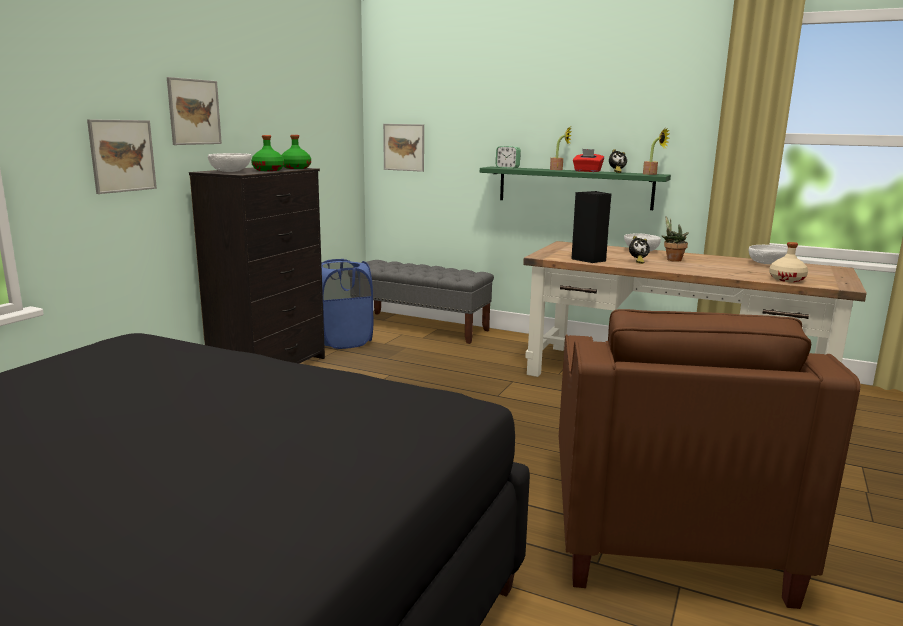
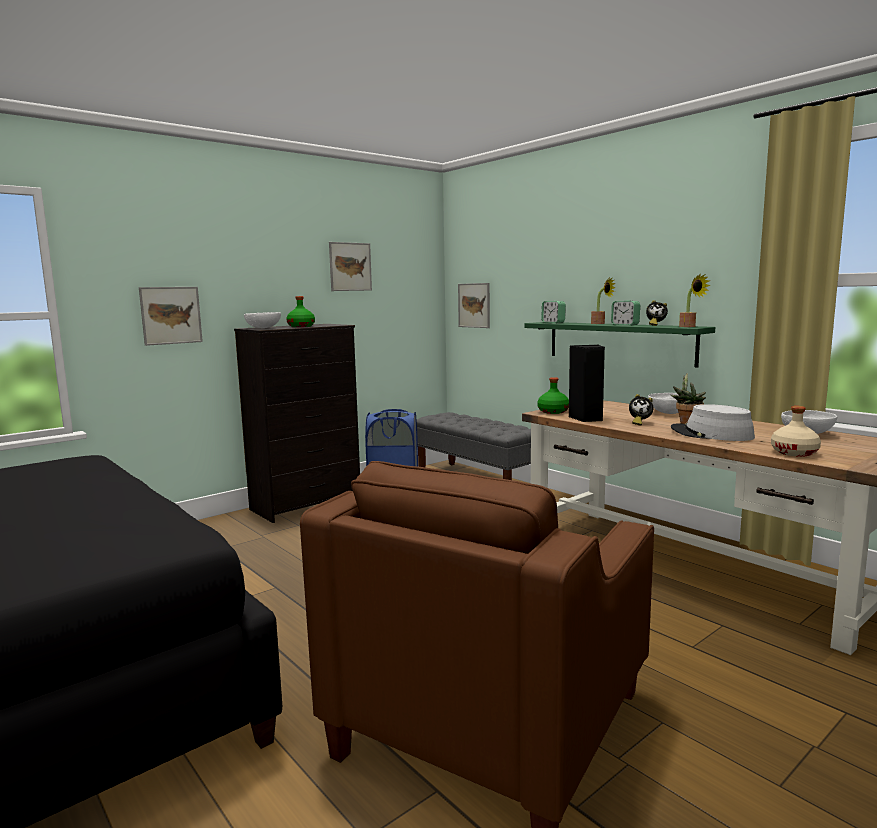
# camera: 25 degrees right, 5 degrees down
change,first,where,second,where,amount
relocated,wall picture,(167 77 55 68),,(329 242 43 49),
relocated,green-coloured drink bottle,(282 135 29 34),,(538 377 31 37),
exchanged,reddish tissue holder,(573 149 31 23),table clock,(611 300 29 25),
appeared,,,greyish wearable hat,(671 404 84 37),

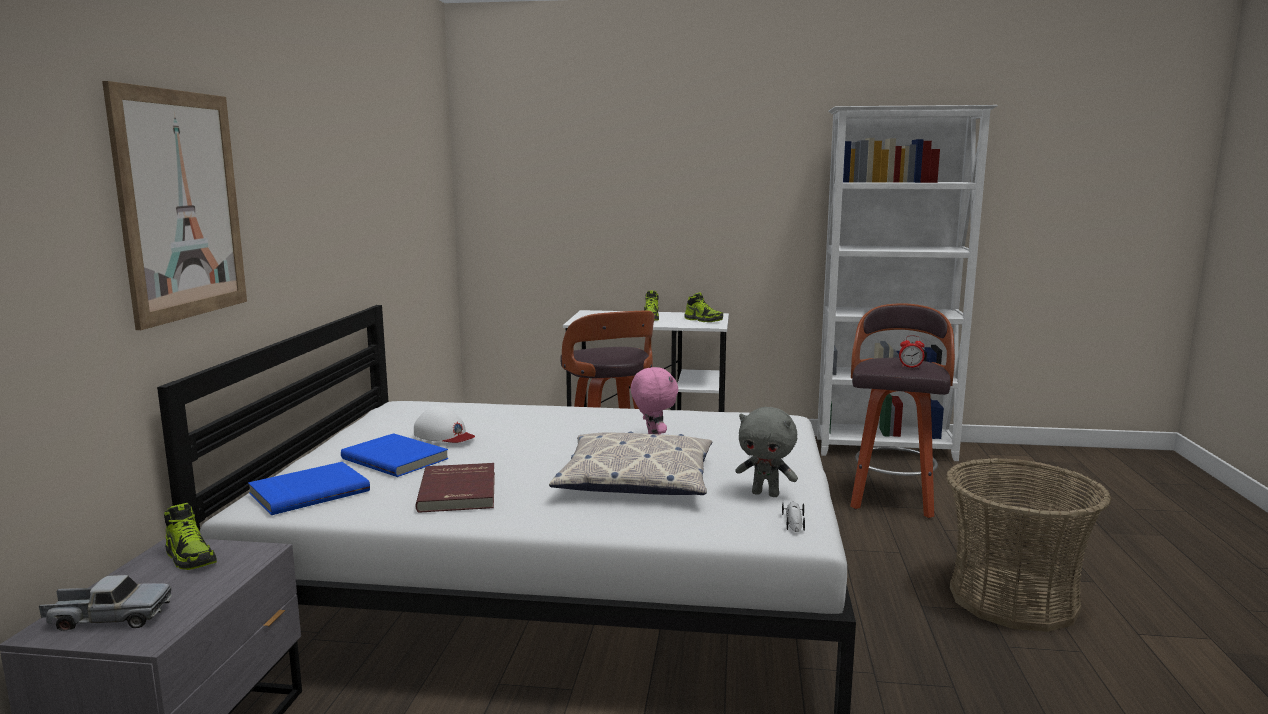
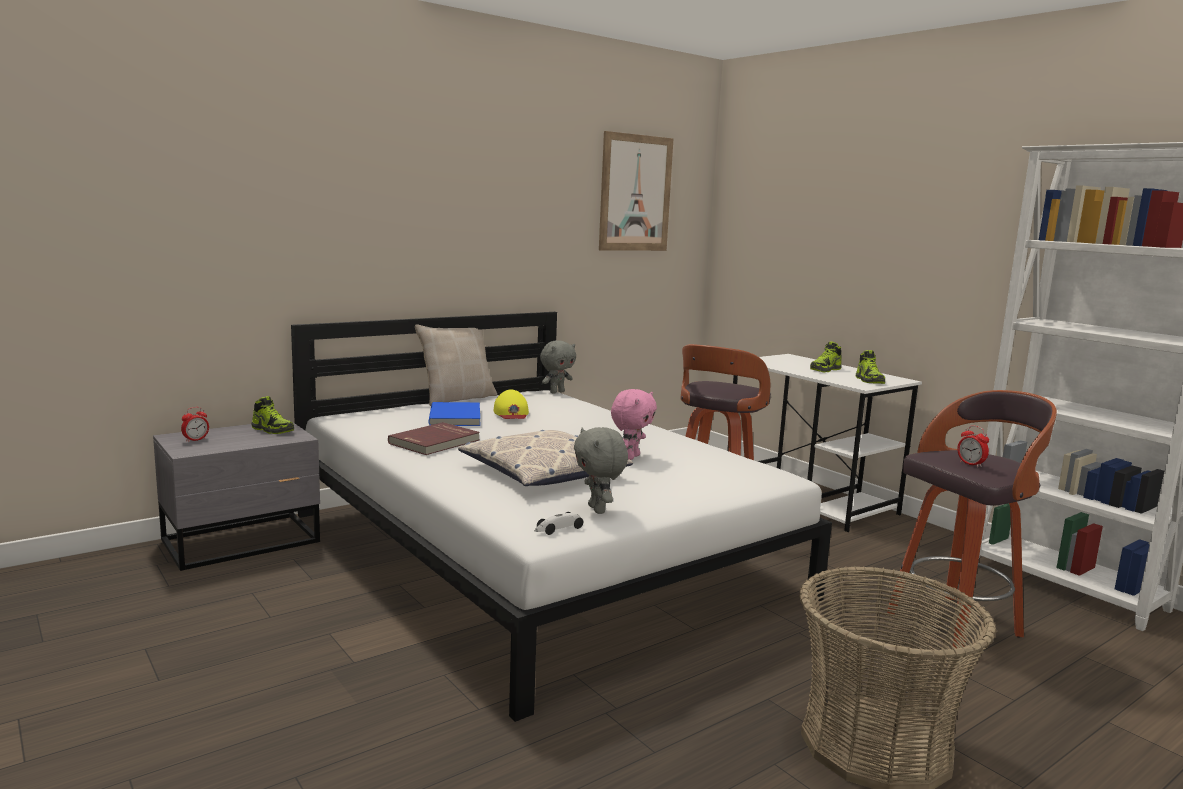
# camera: 45 degrees right, 0 degrees up
change,first,where,second,where,amount
exchanged,toy lorry,(39 575 133 56),table clock,(181 407 28 35),
spun,item of footwear,(164 503 53 67),,(251 396 43 38),60 degrees counterclockwise
appeared,,,beige pillow,(415 324 82 82),
colour,whitish peaked cap,(414 406 61 37),yellow peaked cap,(494 389 35 30),
appeared,,,greyish plush toy,(540 340 36 54),
relocated,wall picture,(102 81 145 249),,(599 131 74 120),
missing,blue bound book,(248 462 122 53),,,

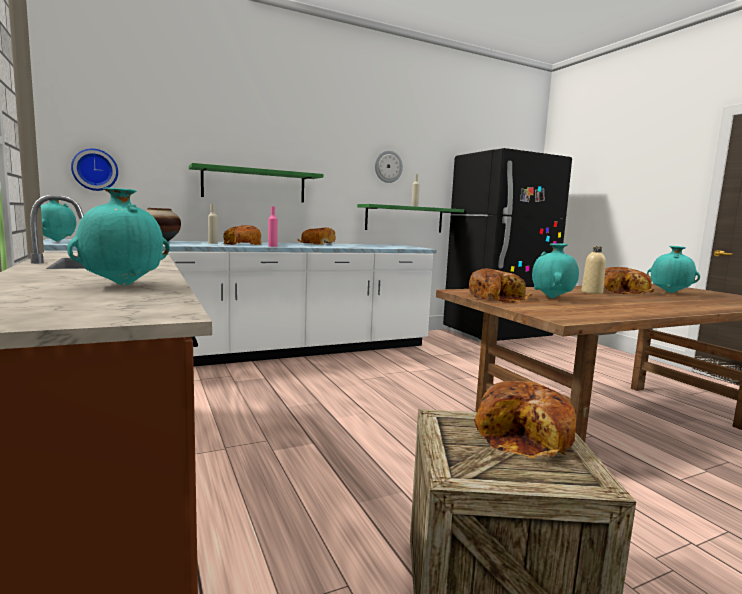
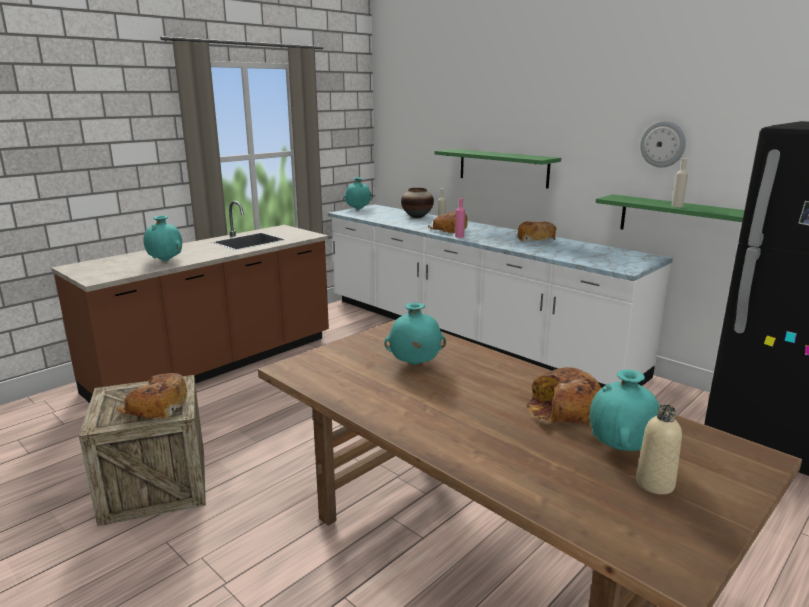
# camera: 70 degrees right, 10 degrees up
change,first,where,second,where,amount
relocated,beige drink bottle,(581 246 25 48),,(636 404 46 91),
missing,clock on the wall,(71 148 47 43),,,
missing,baked bread,(469 269 63 34),,,

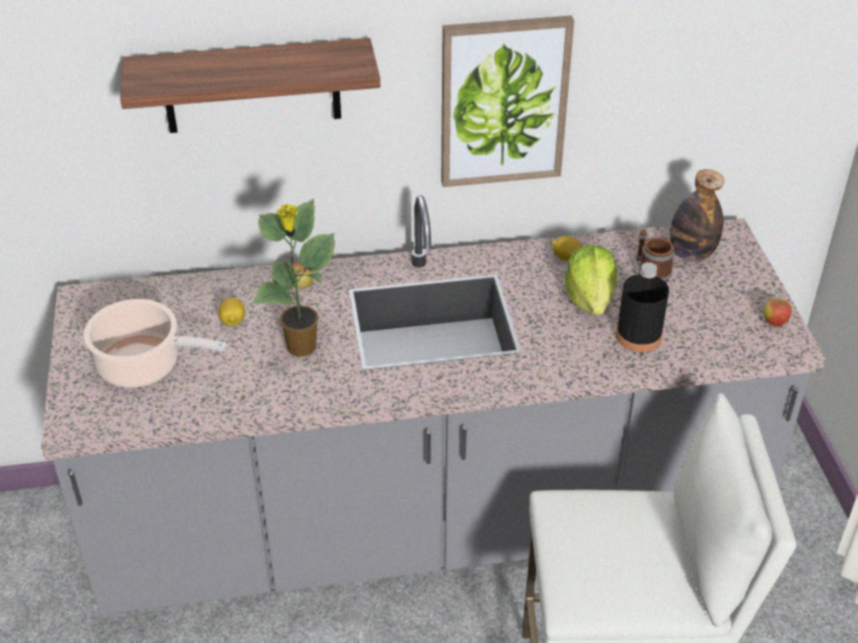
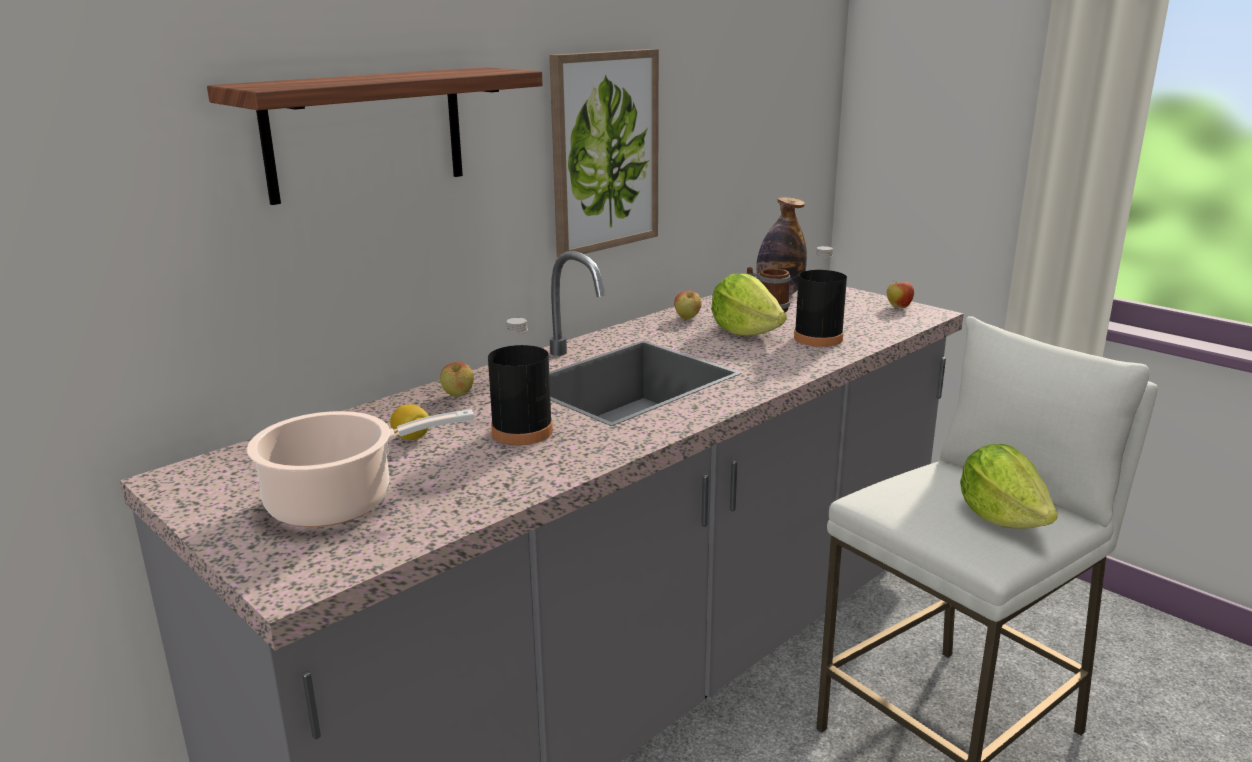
# camera: 35 degrees left, 20 degrees down
change,first,where,second,where,amount
exchanged,potted plant,(252 198 83 159),blackish drink bottle,(488 318 65 127),
exchanged,whole lemon,(552 236 31 25),apple,(674 291 28 28),
appeared,,,lettuce head,(960 444 98 85),

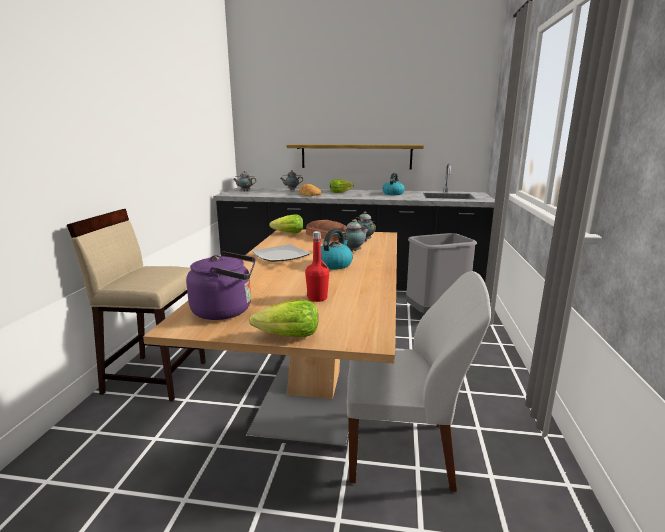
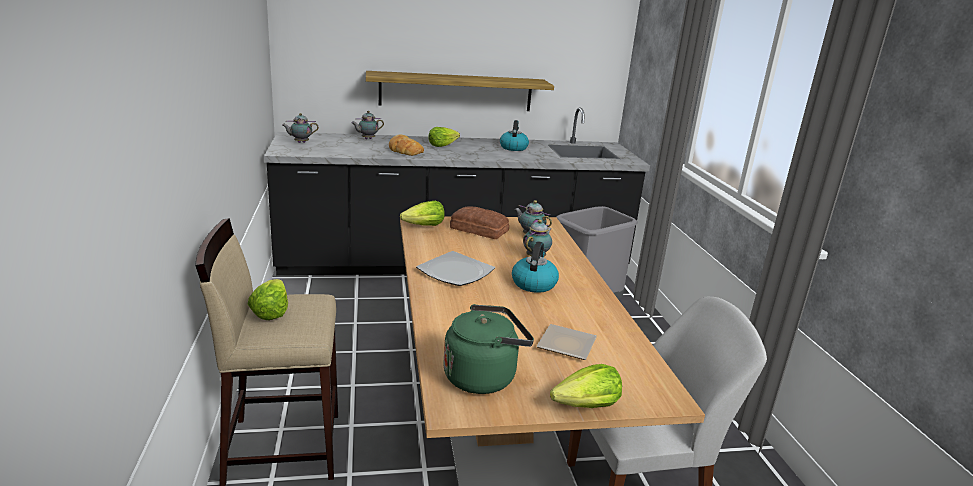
# camera: 20 degrees left, 5 degrees up
change,first,where,second,where,amount
appeared,,,lettuce head,(248 279 40 41),
colour,purple-coloured water kettle,(186 251 70 69),green-coloured water kettle,(443 304 91 90),
exchanged,reddish drink bottle,(305 231 24 71),dinner plate,(537 324 60 36),

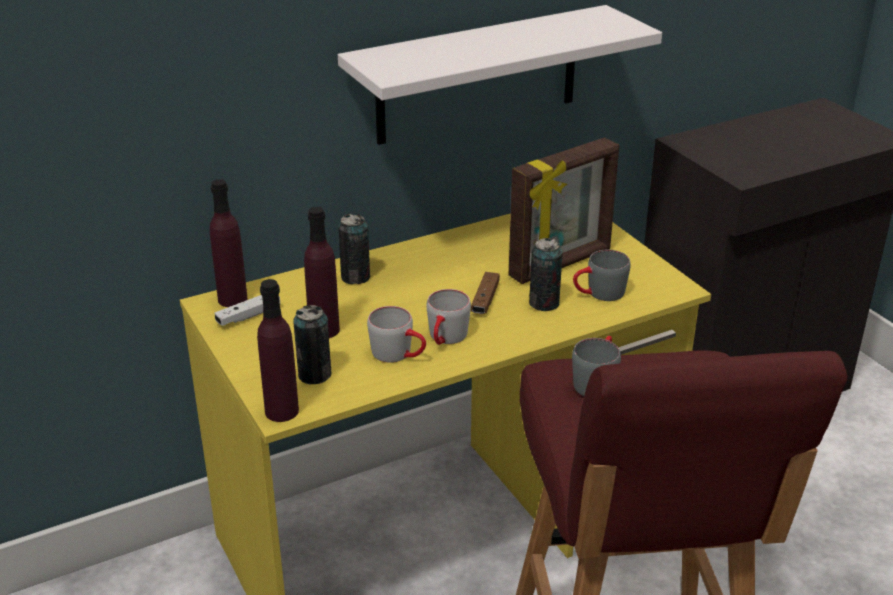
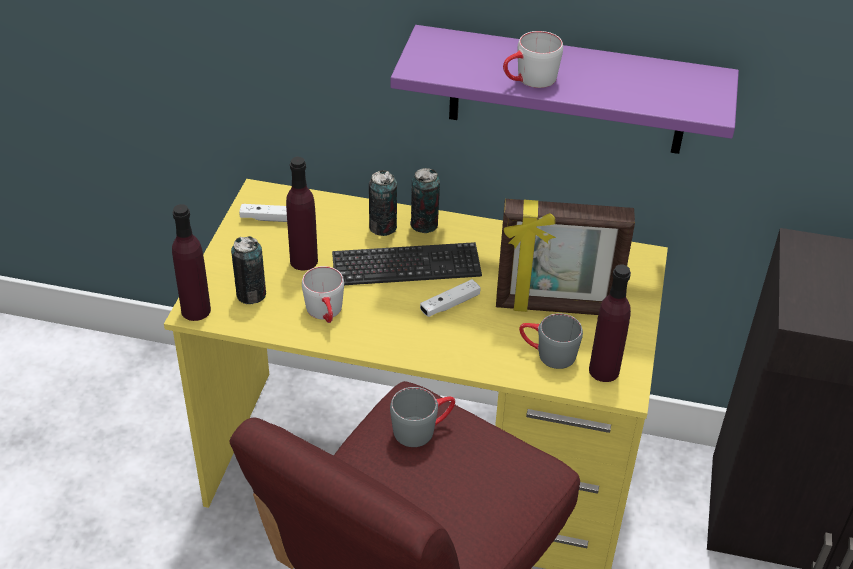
# camera: 40 degrees right, 10 degrees up
change,first,where,second,where,amount
appeared,,,keyboard,(332 242 150 43),
colour,whitish shelf,(338 5 324 140),purple-coloured shelf,(391 25 348 129),
relocated,metal can,(529 238 34 73),,(410 168 30 65),
colour,brownish joypad,(471 272 29 42),whitish joypad,(420 279 61 38),
relocated,greyish coffee mug,(426 289 45 56),,(503 31 60 57),
relocated,purple-coloured drink bottle,(210 179 37 128),,(589 264 42 118),

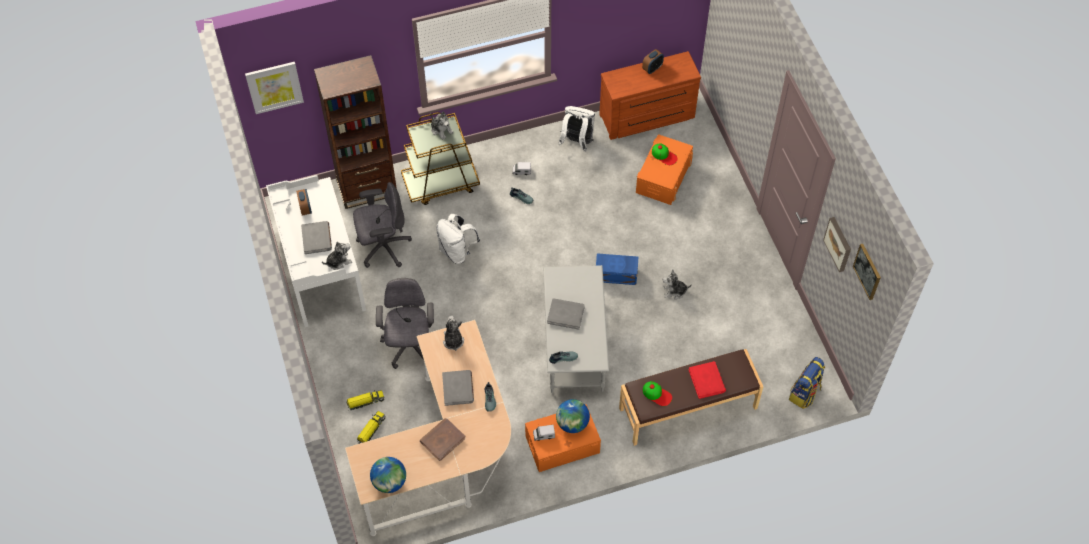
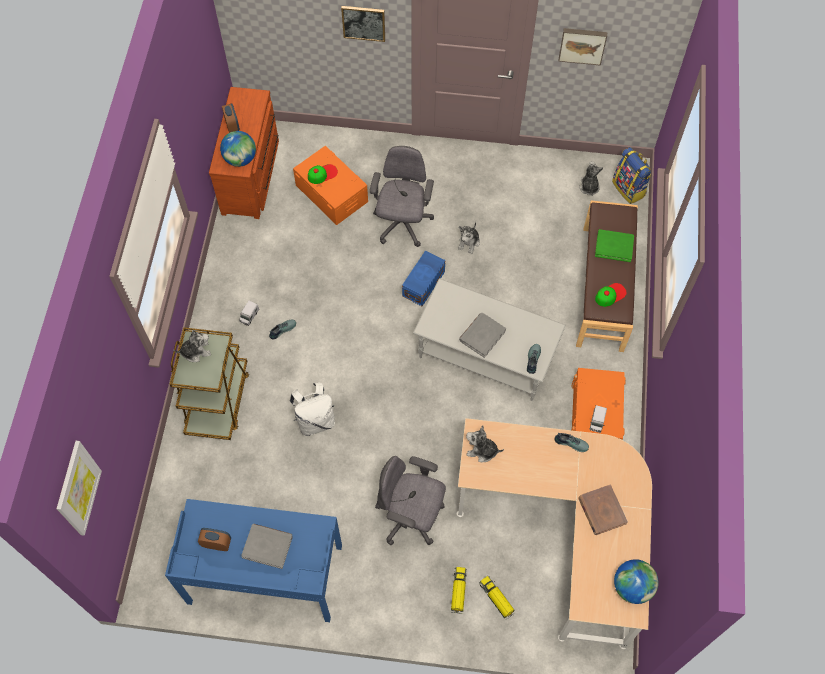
# camera: 65 degrees left, 5 degrees up
change,first,where,second,where,amount
colour,whitish desk unit,(266 175 100 152),blue desk unit,(165 499 177 123),
relocated,globe,(556 399 34 34),,(220 131 36 36),
relocated,wall picture,(853 244 28 56),,(341 6 44 36),
relocated,greyish office chair,(353 182 59 86),,(370 146 64 101),
relocated,plush toy,(322 241 30 29),,(579 161 24 35),
colour,reddish bound book,(689 361 37 38),green-coloured bound book,(595 229 39 33),
missing,brownish shelving unit,(314 55 83 154),,,
missing,greyish bound book,(442 370 32 36),,,
missing,whitish backpack,(558 106 37 46),,,

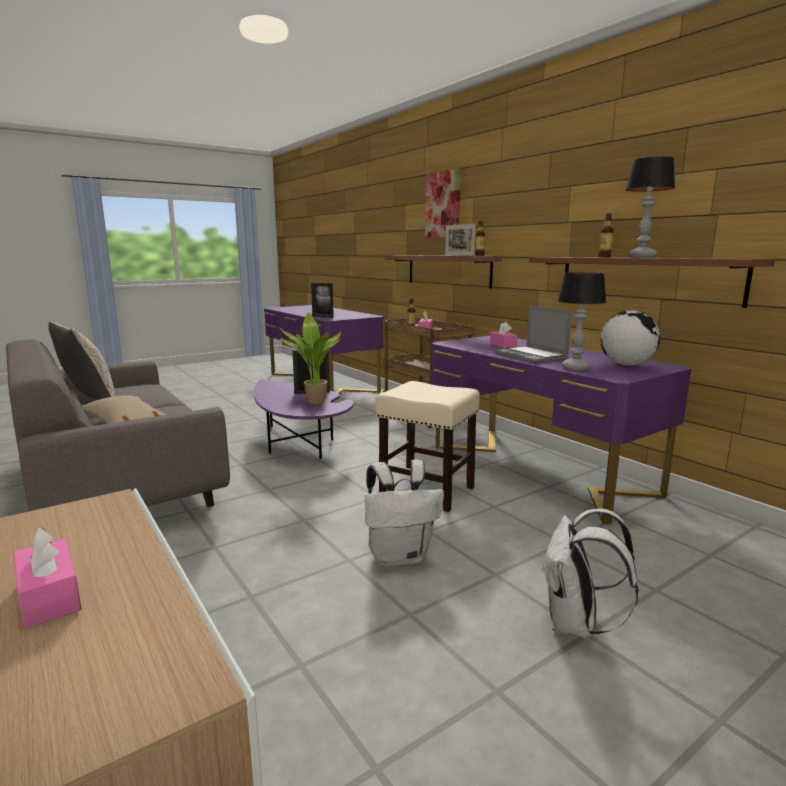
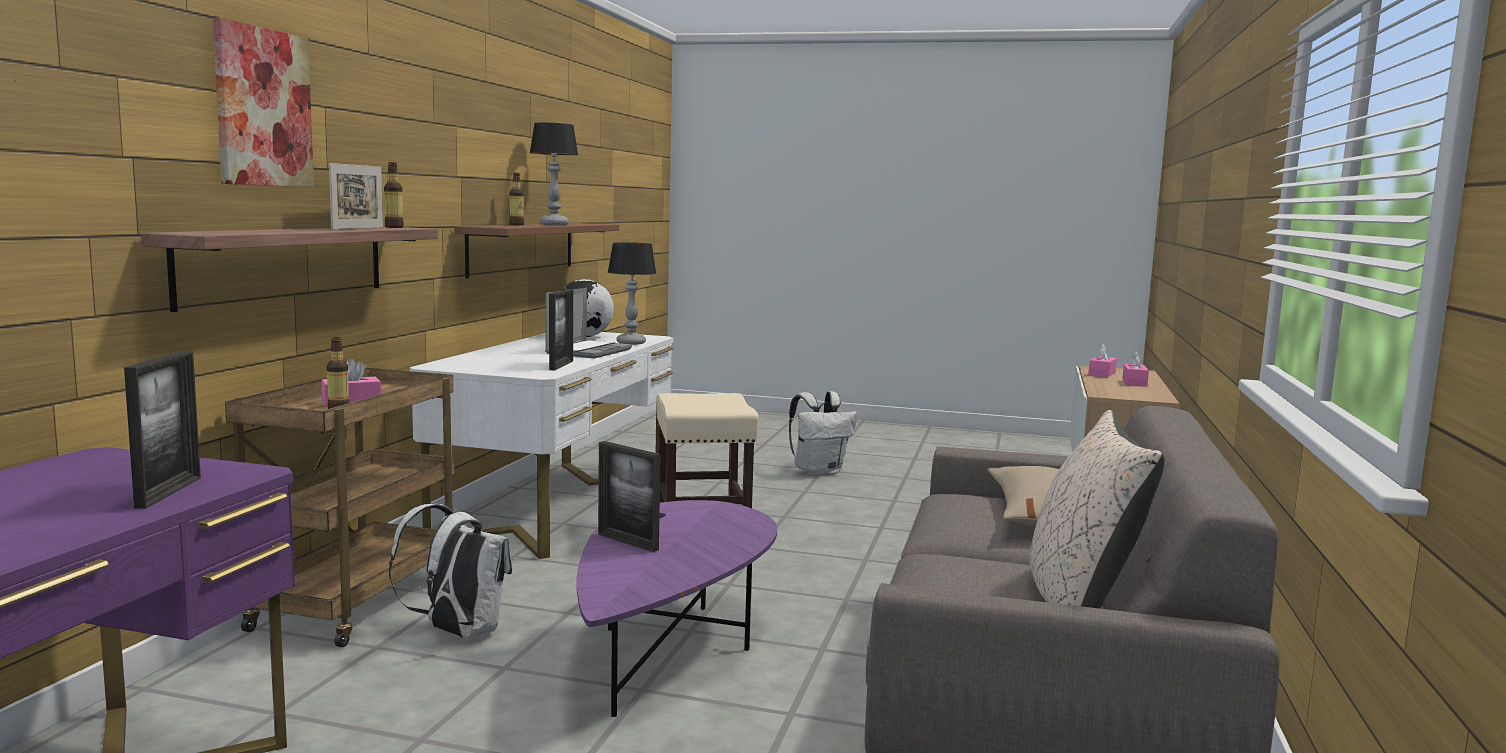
# camera: 130 degrees left, 5 degrees down
change,first,where,second,where,amount
relocated,whitish backpack,(365 460 79 107),,(389 504 123 134),
colour,purple-coloured desk unit,(431 336 261 188),whitish desk unit,(410 332 264 227),
appeared,,,standing frame,(549 289 24 81),
relocated,pinkish tissue holder,(490 322 27 26),,(1088 344 29 34),
missing,potted plant,(279 312 62 93),,,

